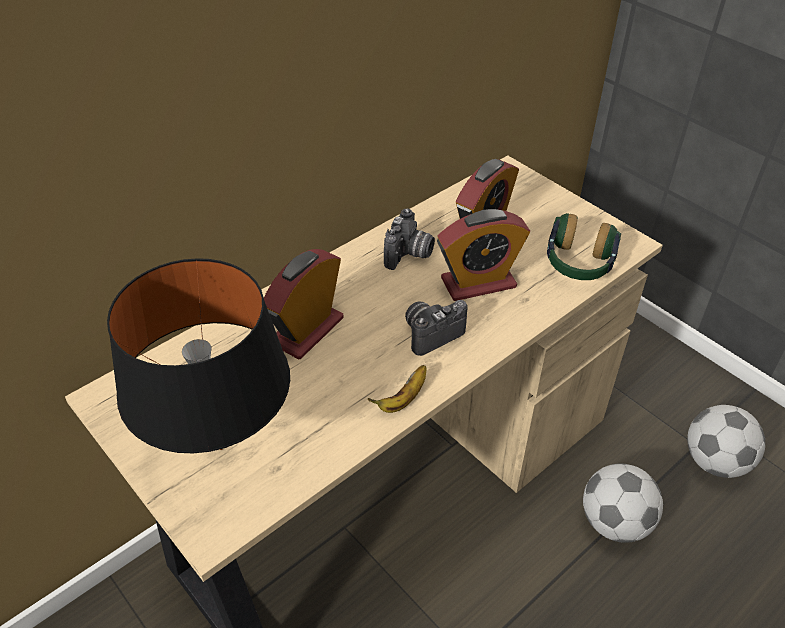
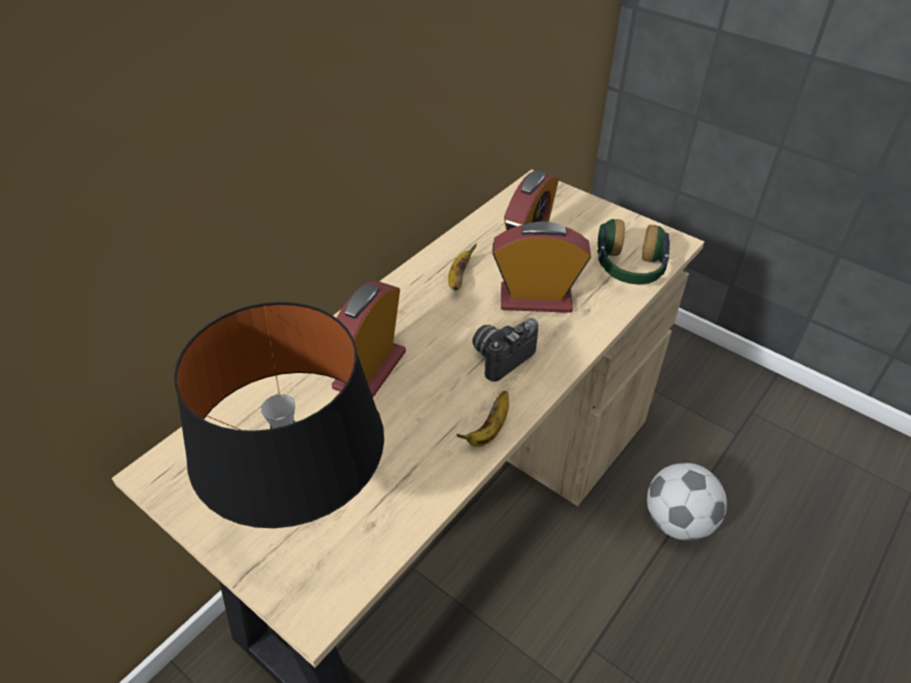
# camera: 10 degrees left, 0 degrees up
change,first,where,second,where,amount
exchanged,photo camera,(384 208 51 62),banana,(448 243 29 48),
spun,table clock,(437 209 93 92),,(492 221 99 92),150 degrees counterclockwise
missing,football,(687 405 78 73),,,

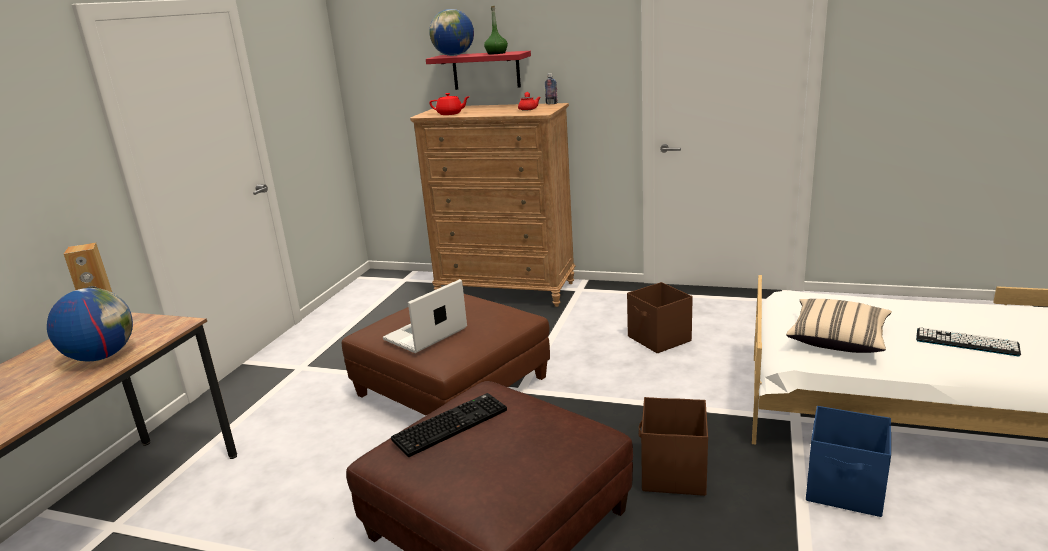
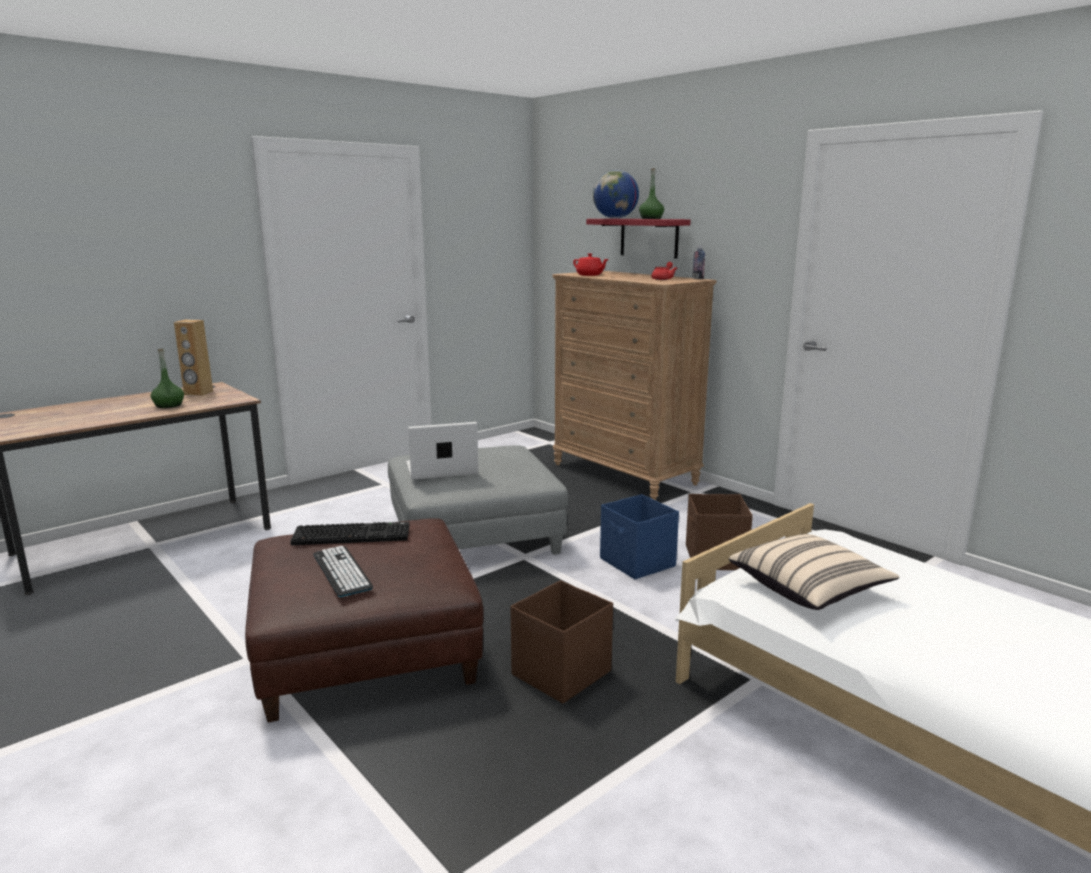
# camera: 30 degrees right, 5 degrees down
change,first,where,second,where,amount
exchanged,globe,(47 288 86 74),green-coloured drink bottle,(151 349 33 59),
relocated,keyboard,(916 327 105 29),,(313 546 60 51),
colour,brownish ottoman,(342 294 208 121),greyish ottoman,(388 445 180 110),
relocated,blue storage container,(806 406 85 111),,(600 494 79 85),

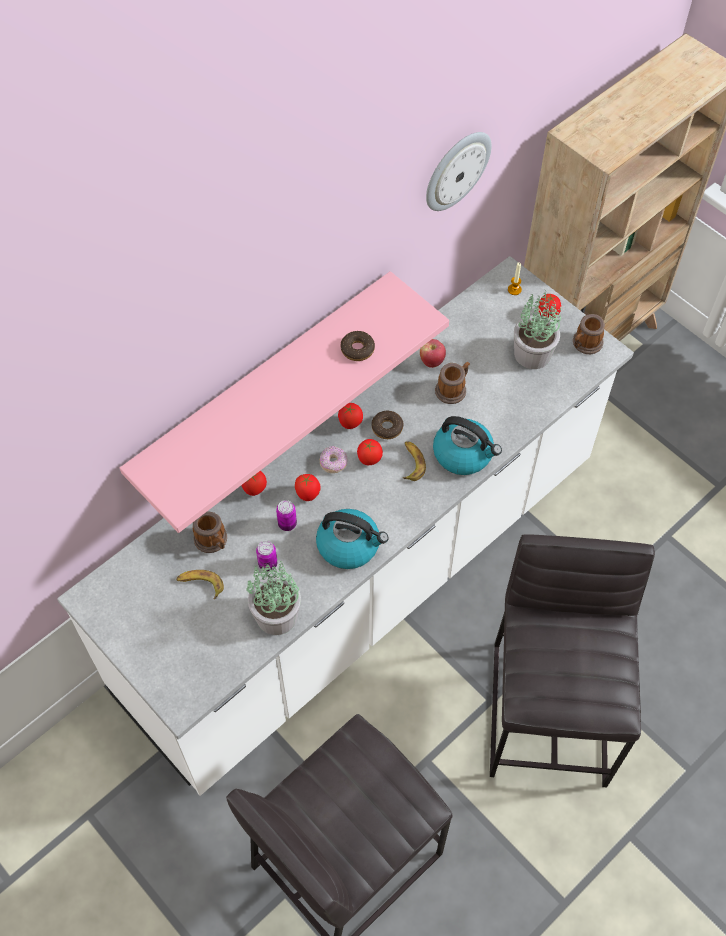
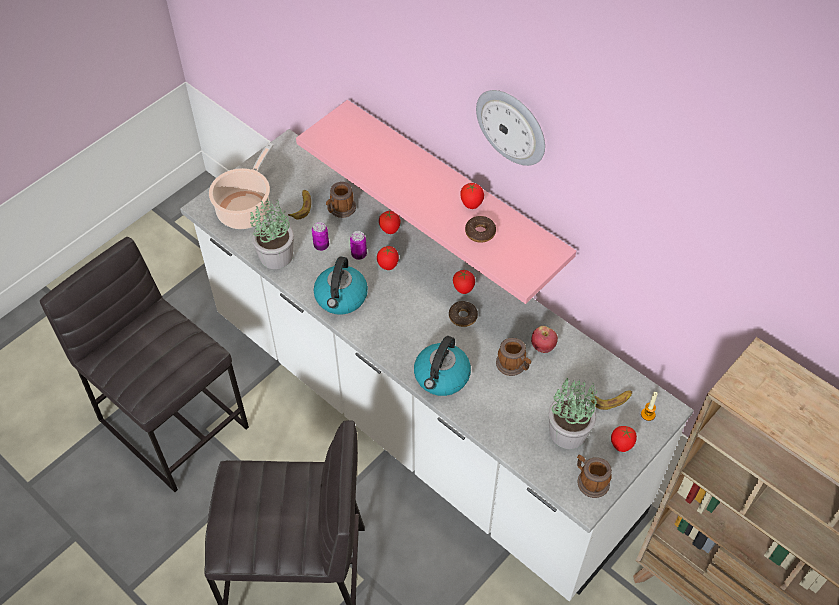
# camera: 85 degrees right, 5 degrees down
change,first,where,second,where,amount
appeared,,,saucepot,(209 142 65 87),
relocated,tomato,(357 439 26 26),,(460 183 24 26),
relocated,clock on the wall,(426 132 66 79),,(476 90 69 76),
relocated,banana,(403 441 23 40),,(591 390 41 20),
missing,donut,(320 446 28 27),,,

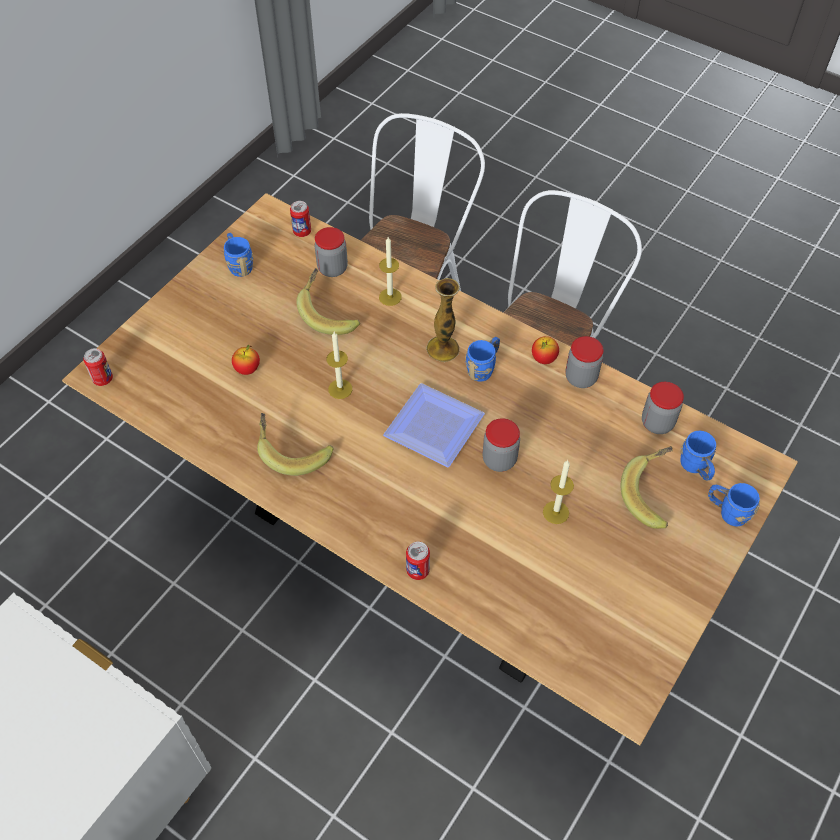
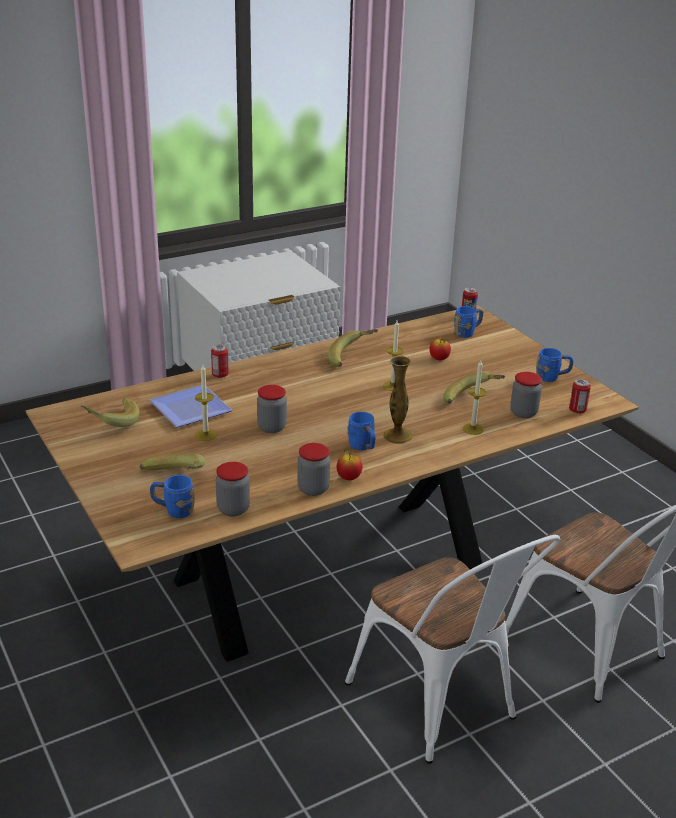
# camera: 115 degrees right, 25 degrees down
change,first,where,second,where,amount
appeared,,,banana,(81 398 58 29),
relocated,dinner plate,(383 383 102 84),,(149 385 83 43),
relocated,blue coffee mug,(708 483 52 43),,(454 306 29 32),

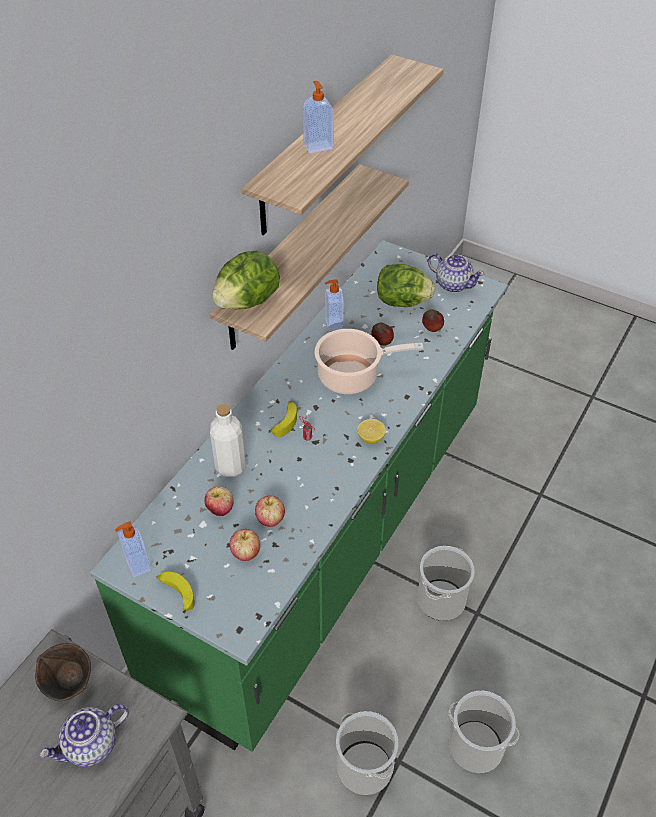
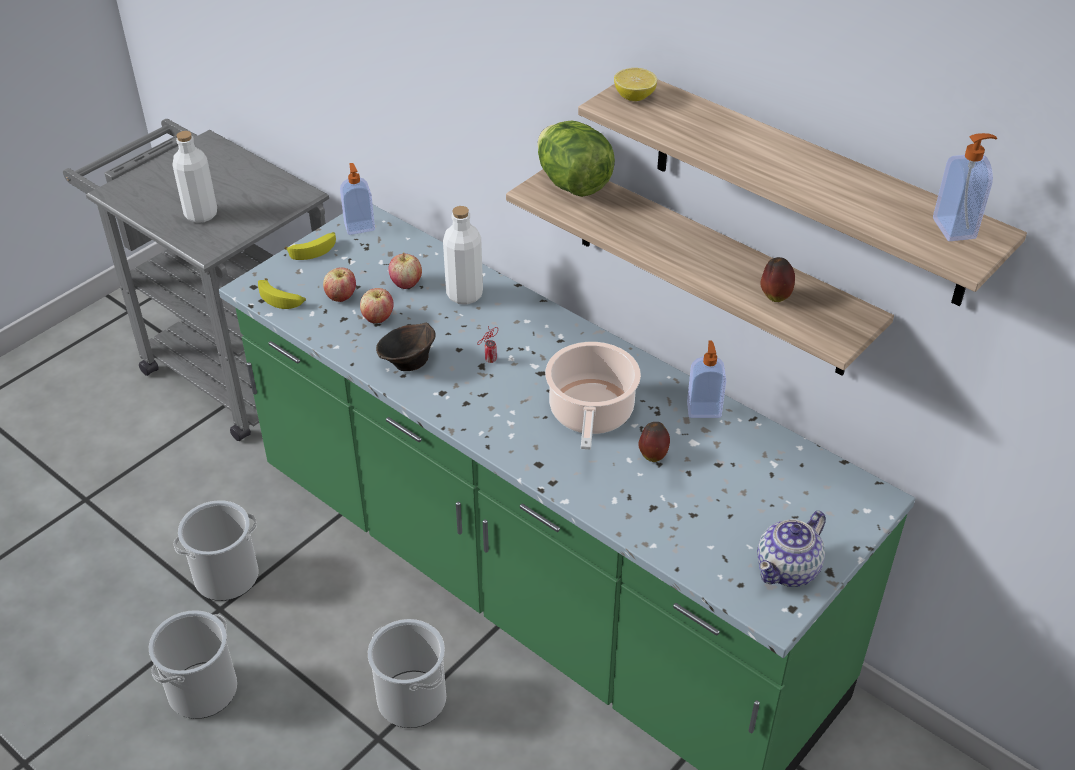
# camera: 100 degrees right, 5 degrees down
change,first,where,second,where,amount
exchanged,tea pot,(39 704 90 63),whitish drink bottle,(172 131 45 92),
relocated,banana,(269 401 28 36),,(258 278 48 31),
relocated,brownish bowl,(35 643 56 59),,(376 322 60 49),
relocated,whole lemon,(357 419 29 24),,(614 68 43 33),
relocated,apple,(422 309 22 23),,(760 257 35 45),
relocated,soap bottle,(303 81 31 72),,(933 133 64 109),
missing,lettuce head,(377 264 58 43),,,

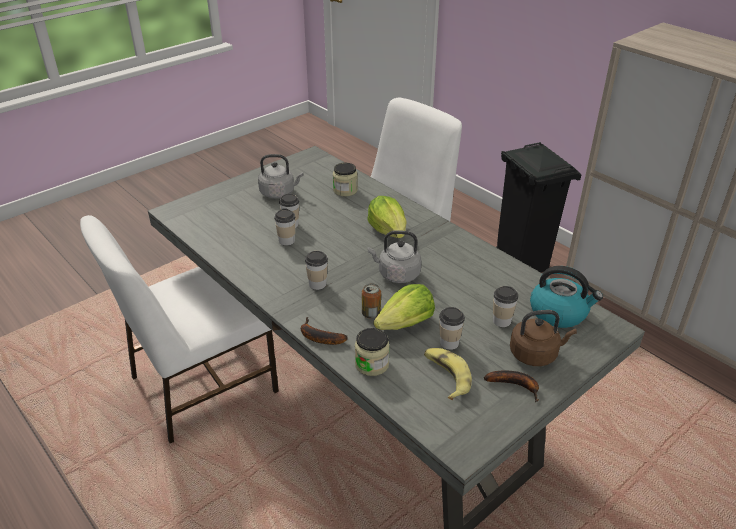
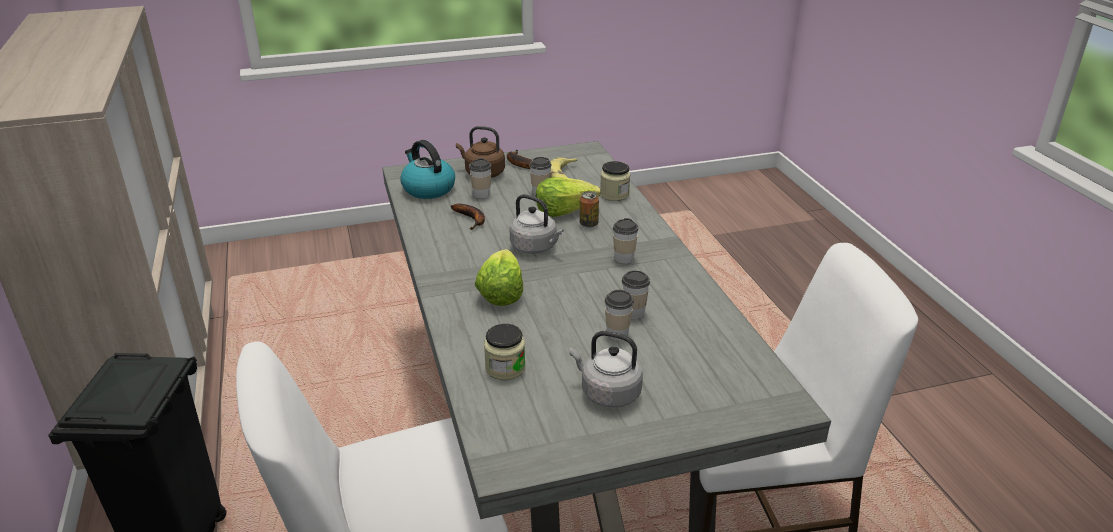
# camera: 155 degrees left, 5 degrees down
change,first,where,second,where,amount
relocated,banana,(301 317 47 28),,(451 204 34 26),

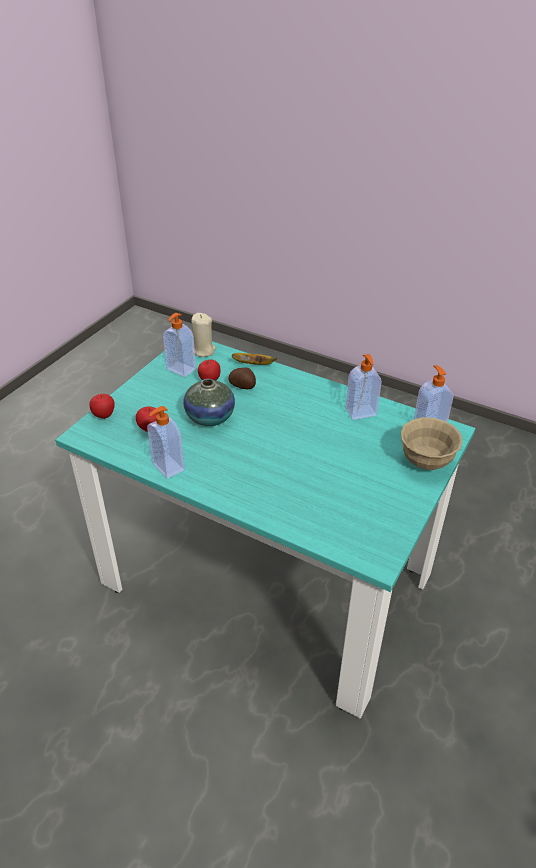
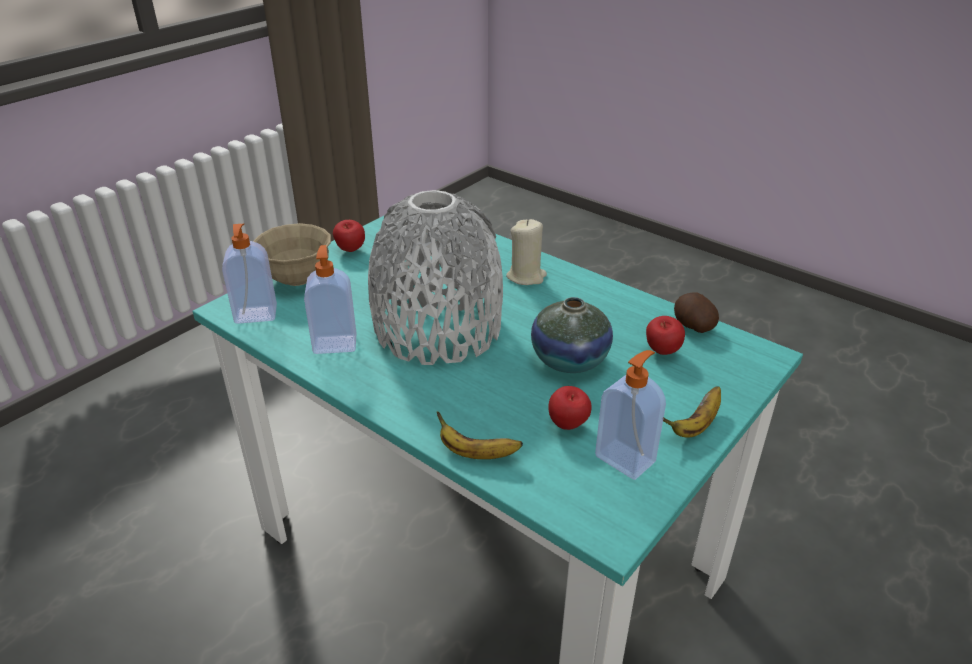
# camera: 170 degrees left, 5 degrees down
change,first,where,second,where,amount
relocated,apple,(89 394 26 25),,(333 220 32 32),
appeared,,,greyish flower vase,(368 190 135 175),
relocated,beige wax light,(191 313 25 44),,(506 219 41 66),
appeared,,,banana,(663 386 58 52),
relocated,spud,(228 368 28 21),,(674 292 45 41),
missing,soap bottle,(147 406 38 73),,,

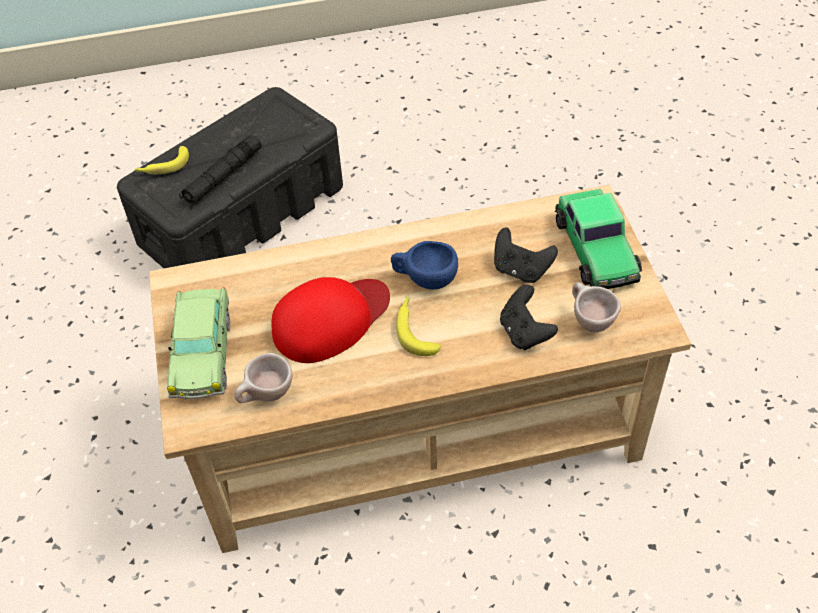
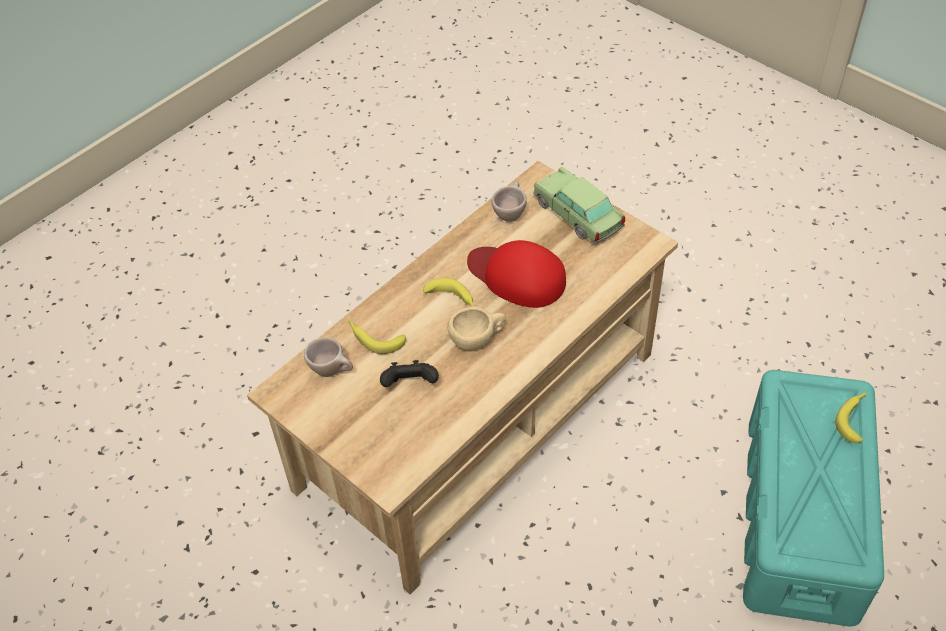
# camera: 145 degrees right, 0 degrees up
change,first,where,second,where,amount
exchanged,blackish joypad,(500 285 58 65),banana,(348 320 58 34),
colour,blue small cup,(391 241 67 48),beige small cup,(447 306 59 44),
spun,reddish peaked cap,(271 277 119 86),,(467 240 99 68),105 degrees clockwise
colour,blackish storage container,(117 87 226 181),blue-green storage container,(743 370 141 257),
missing,blackish hand torch,(179 134 83 71),,,
missing,toy car,(554 189 88 100),,,

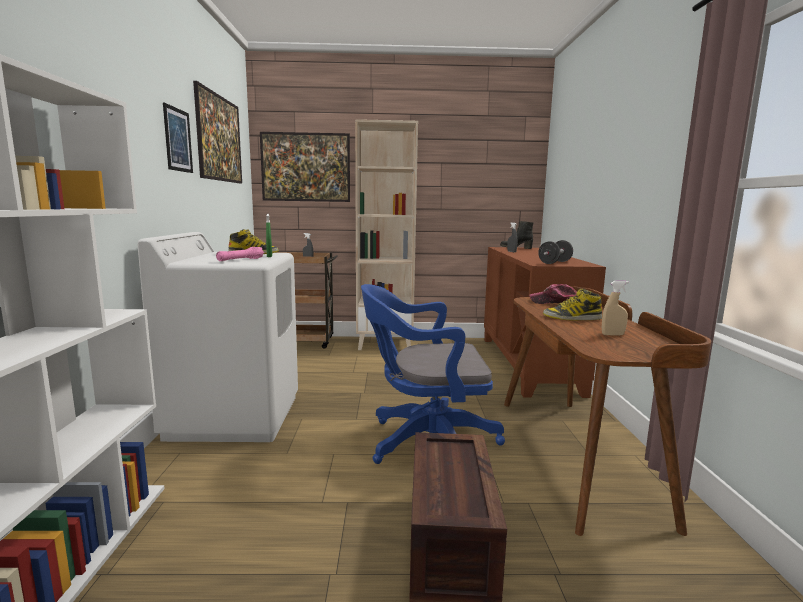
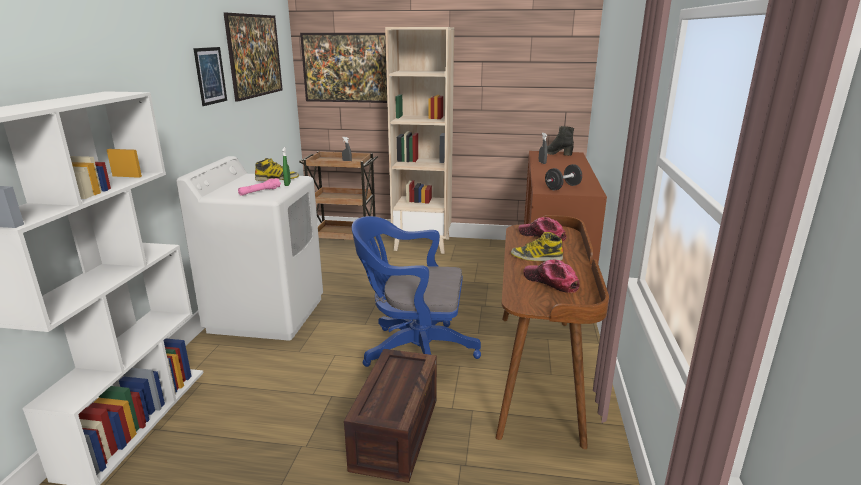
# camera: 10 degrees right, 10 degrees up
change,first,where,second,where,amount
exchanged,beige sprayer,(602 281 27 55),peaked cap,(524 260 56 33),

